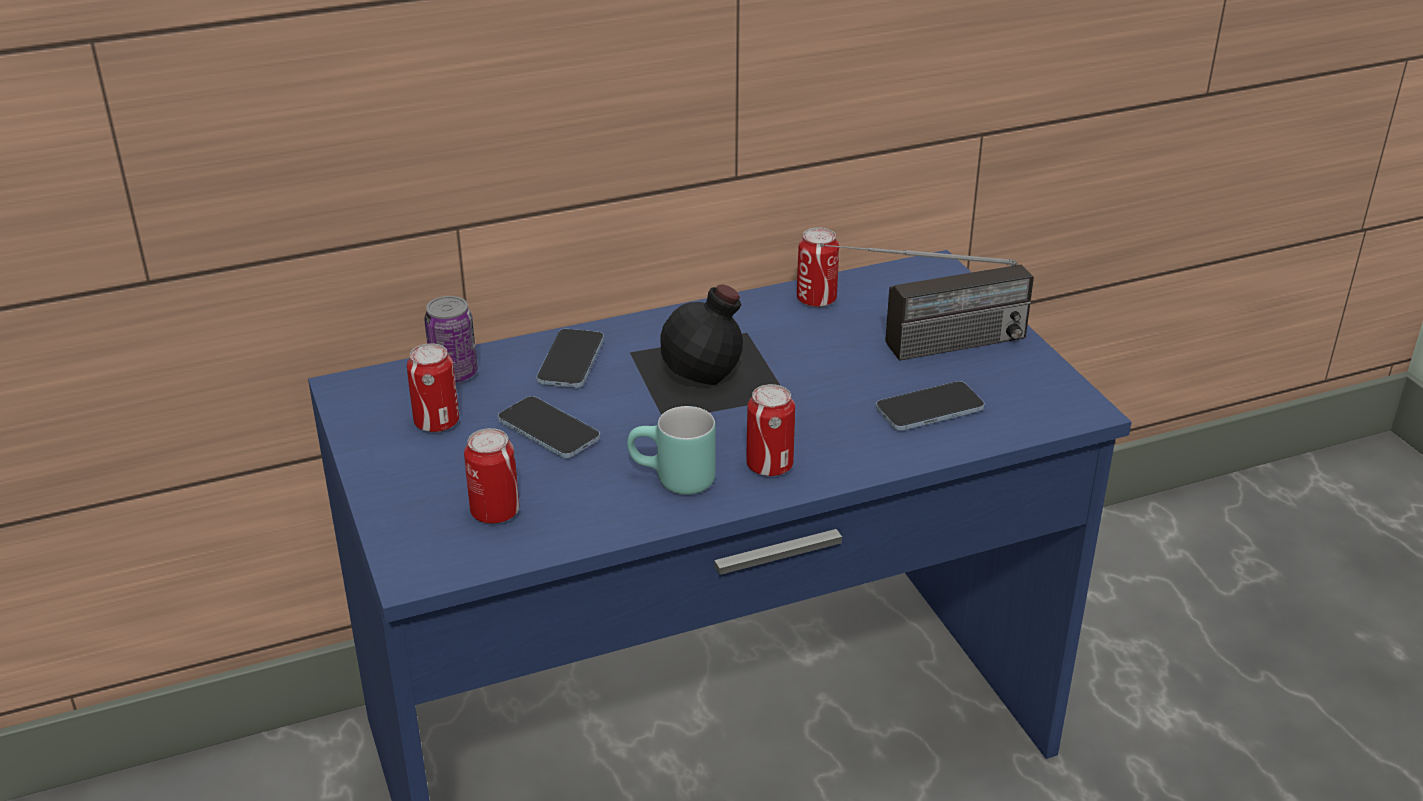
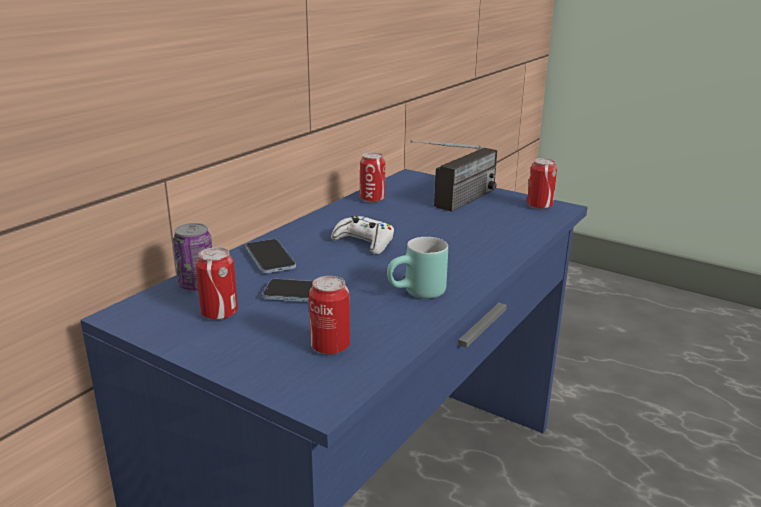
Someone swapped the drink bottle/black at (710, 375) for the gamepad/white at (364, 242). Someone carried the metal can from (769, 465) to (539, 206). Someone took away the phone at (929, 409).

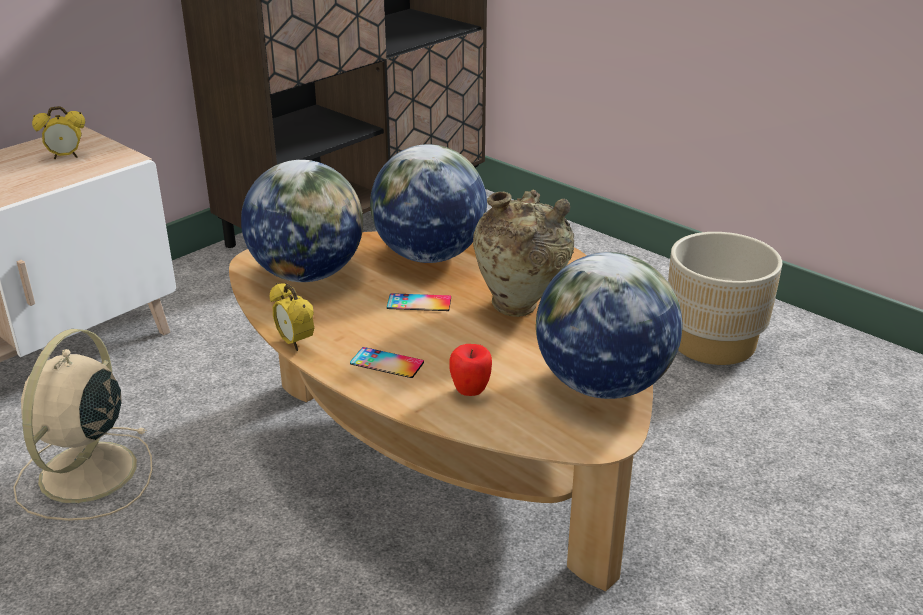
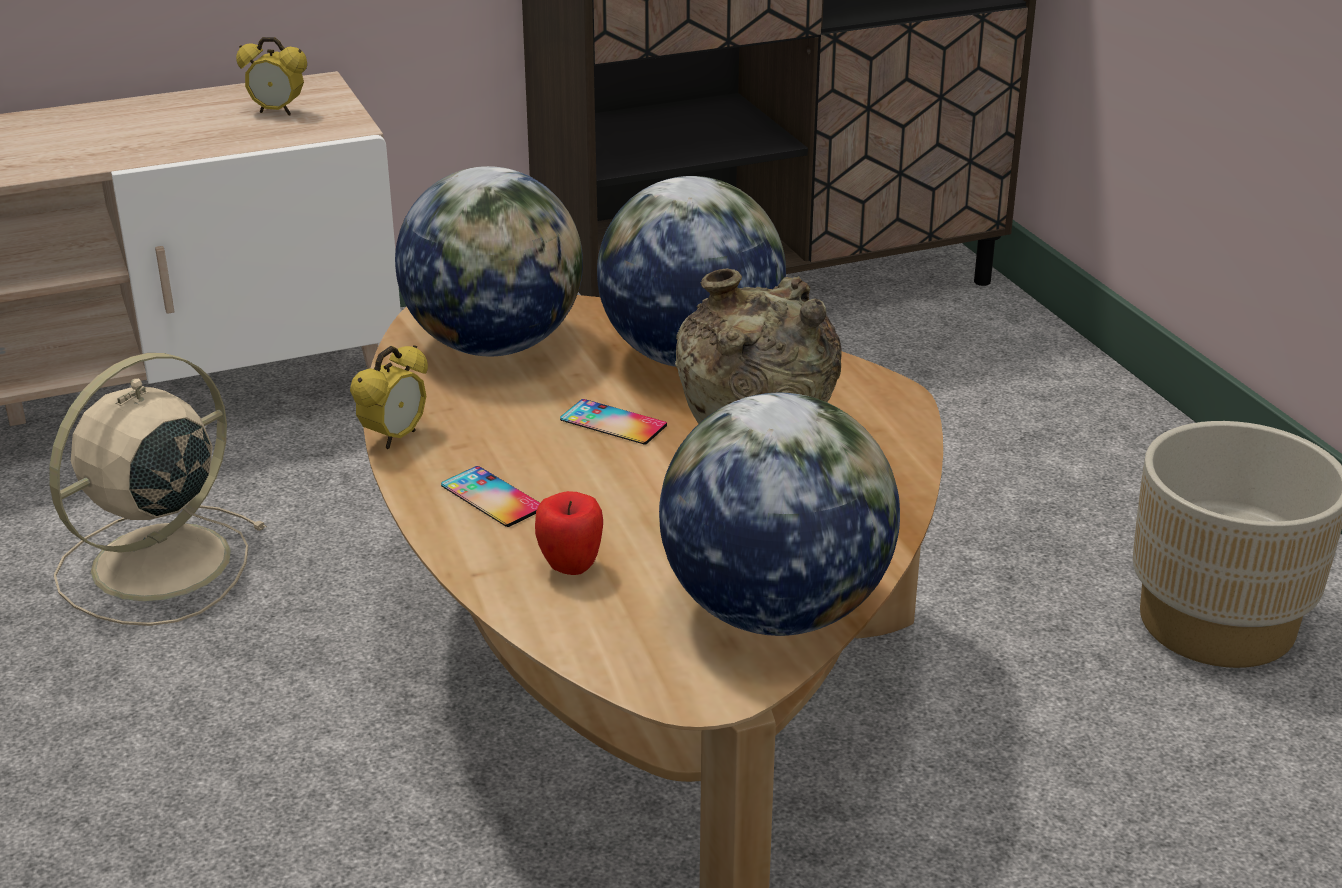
Someone rotated the alarm clock at (295, 343) by 135 degrees counterclockwise.

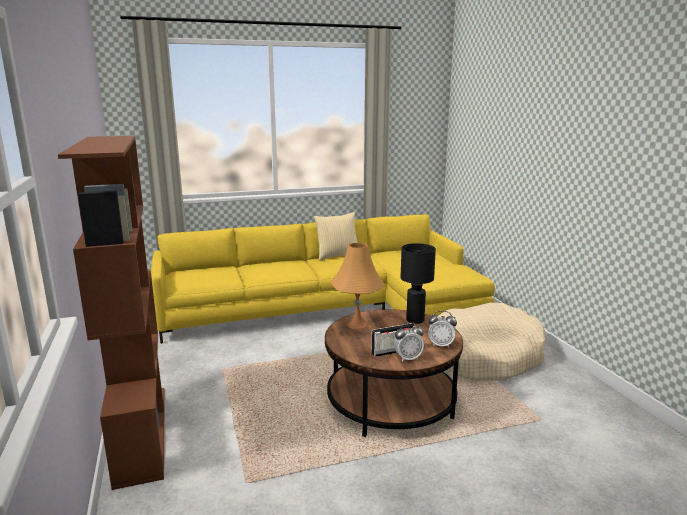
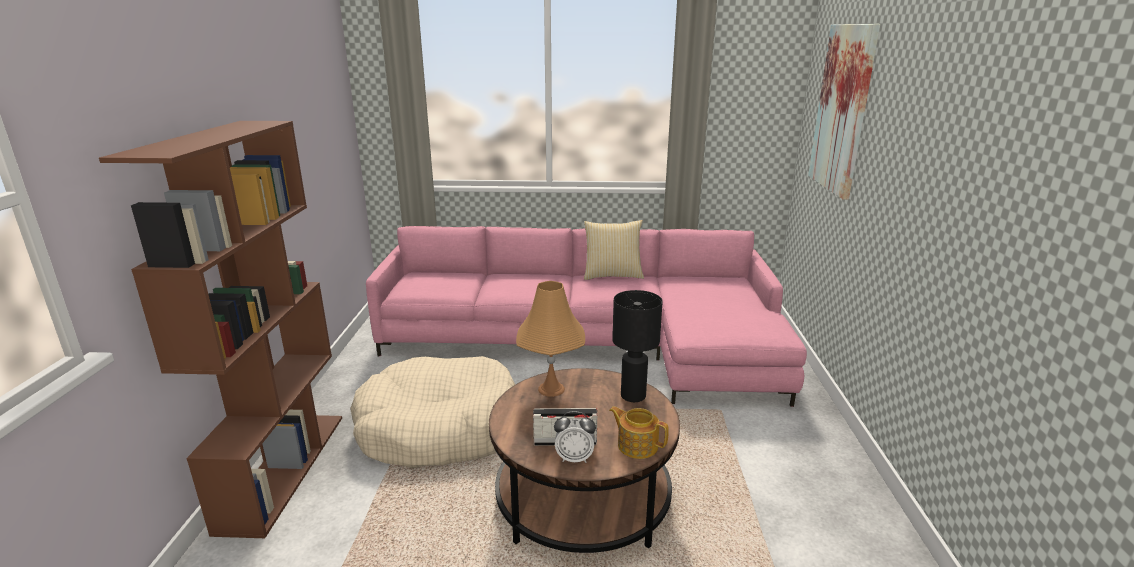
Someone carried the dog cushion/beige from (484, 356) to (440, 428). Someone repainted the sofa/yellowish at (331, 310), which became the sofa/pinkish at (594, 344). Someone swapped the alarm clock at (441, 345) for the tea pot at (637, 445). Someone put up the picture at (842, 109).

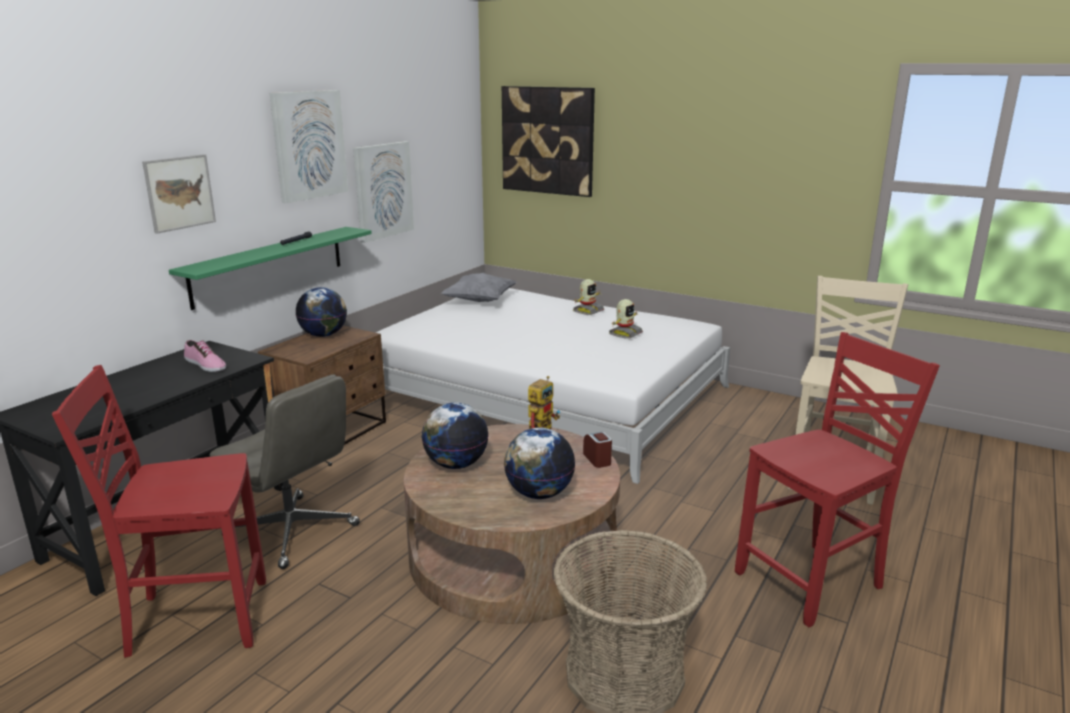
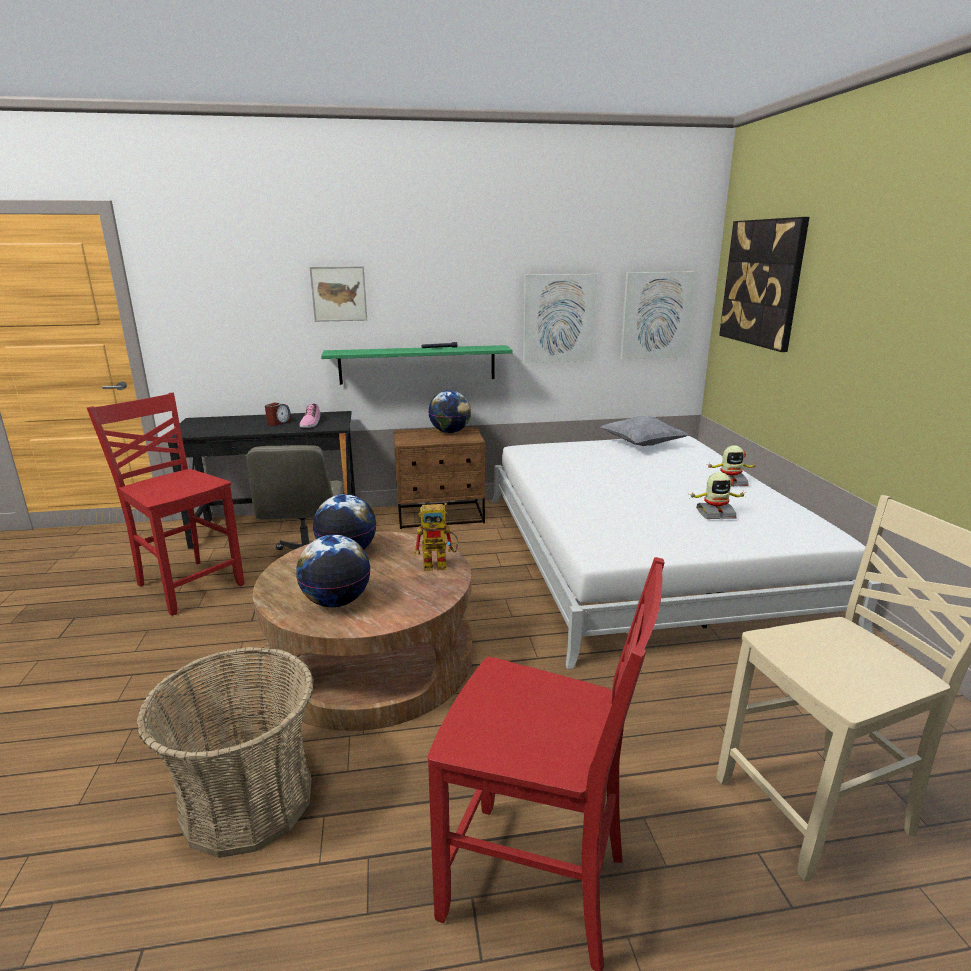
Someone carried the alarm clock from (597, 459) to (278, 422). Someone carried the picture from (309, 145) to (656, 315).

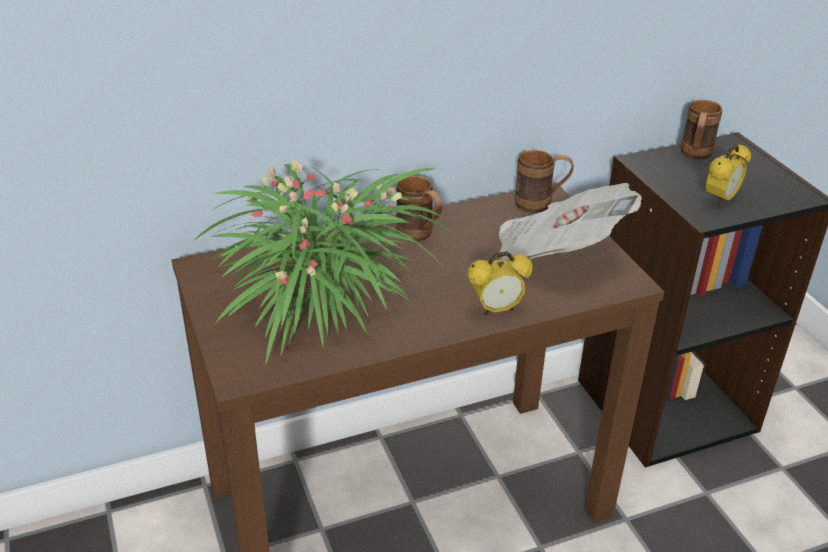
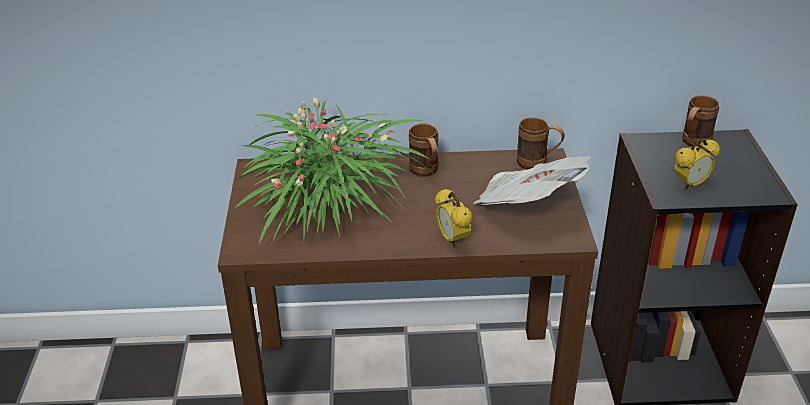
Someone rotated the alarm clock at (496, 310) by 60 degrees clockwise.

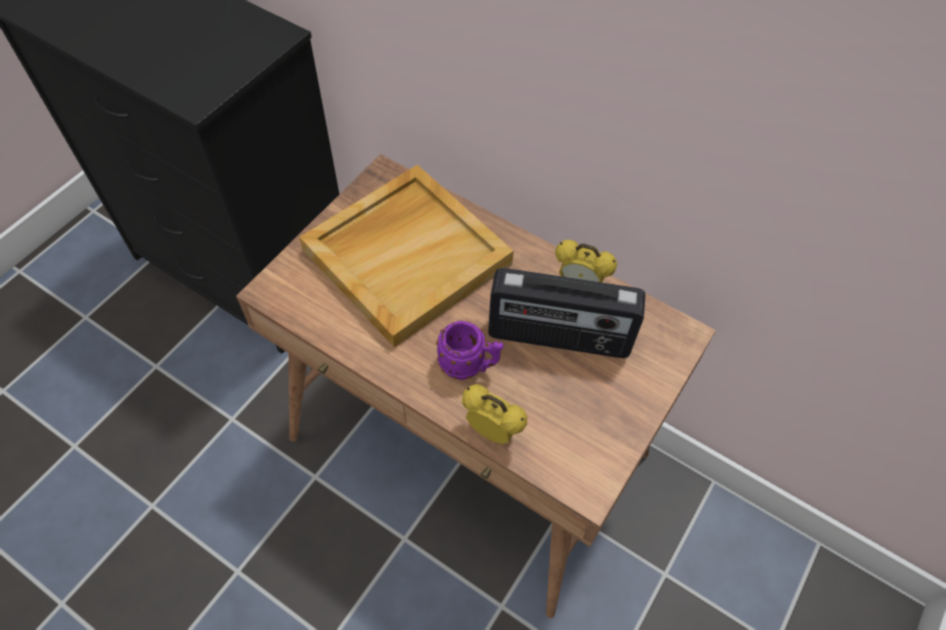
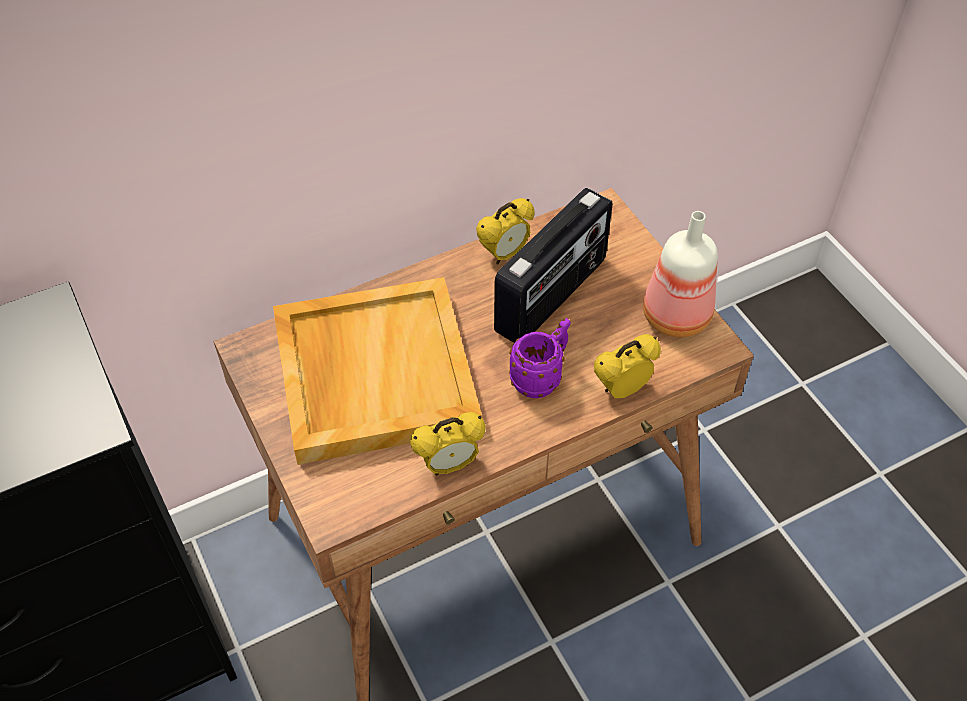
Someone put down the alarm clock at (449, 465). Someone put down the drink bottle at (673, 316).

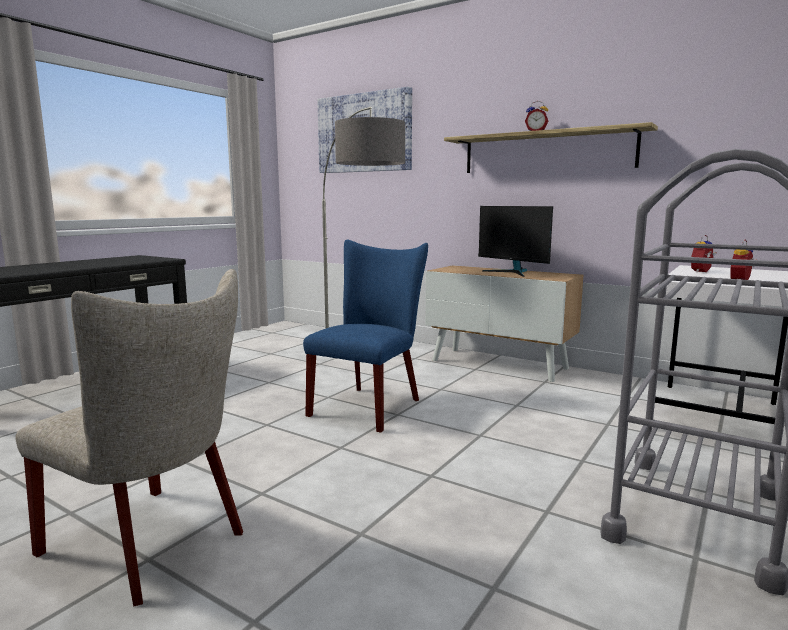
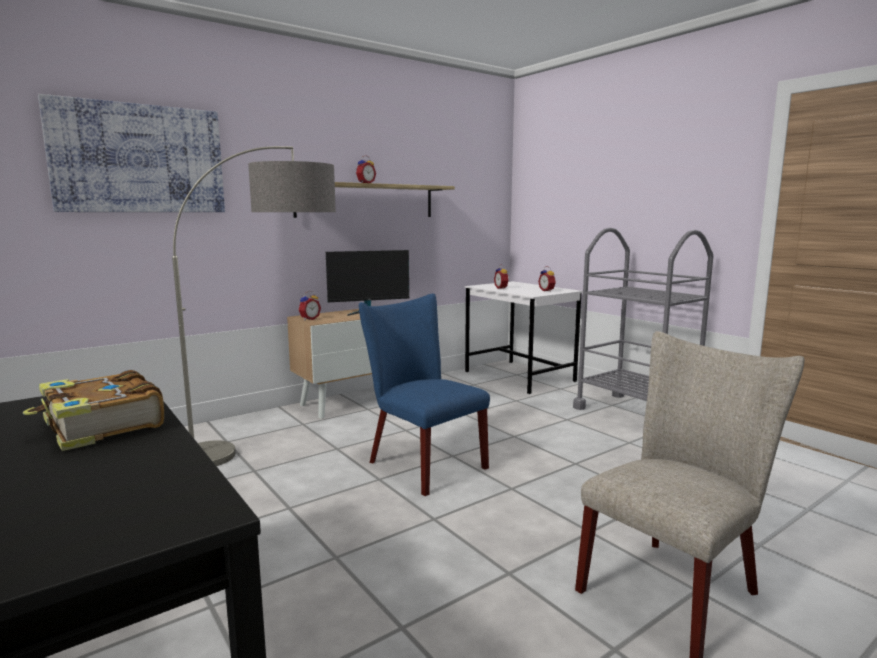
Someone put down the volume at (101, 426). Someone put down the alarm clock at (309, 319).

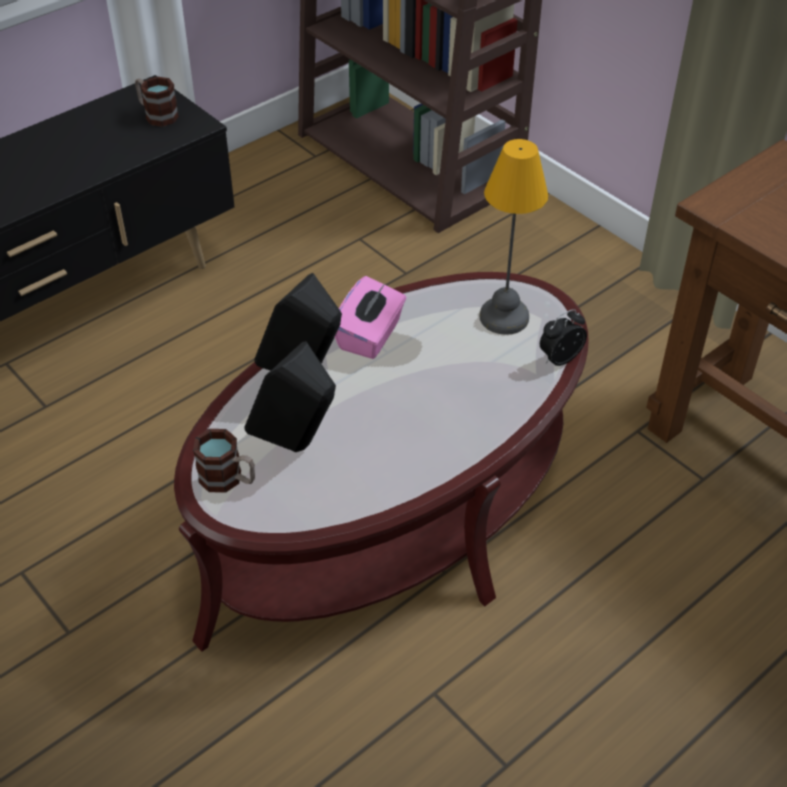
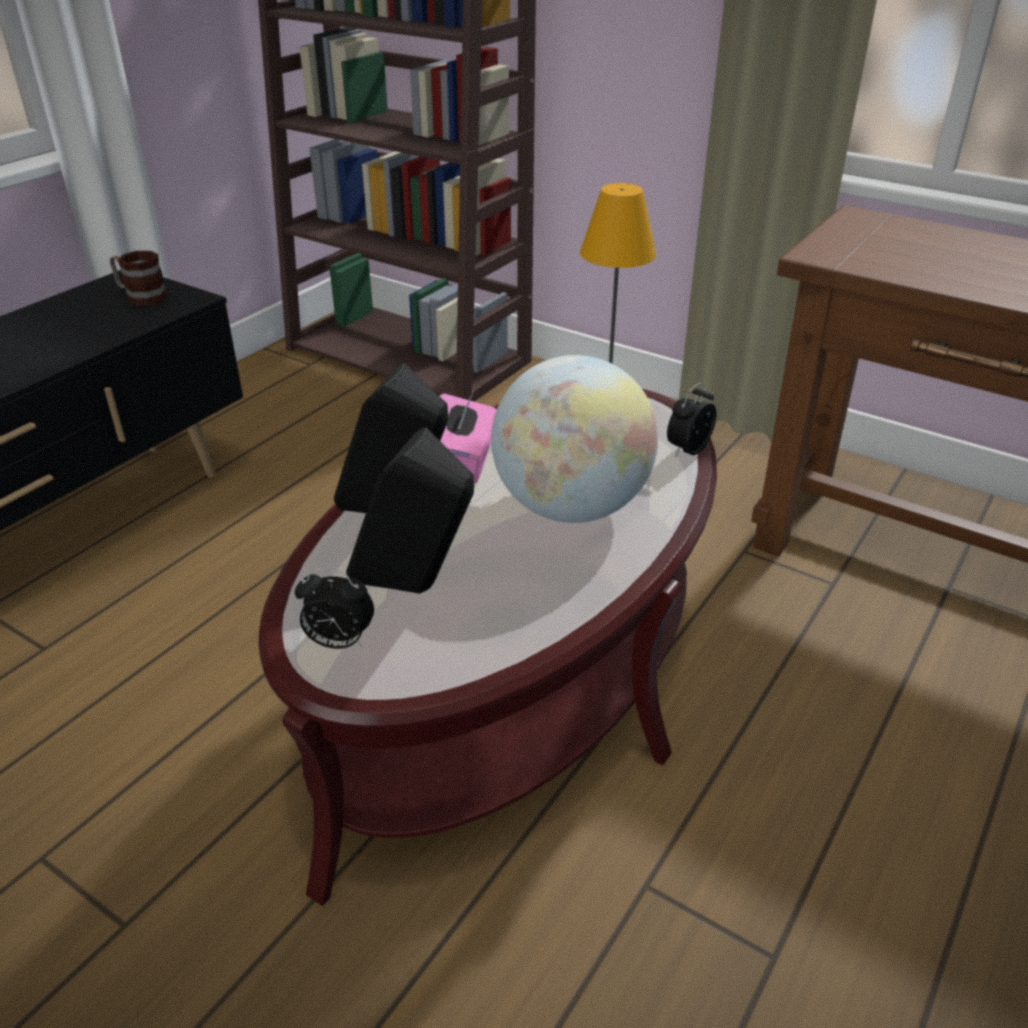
Someone swapped the coffee mug at (228, 479) for the alarm clock at (338, 642). Someone put down the globe at (571, 507).

